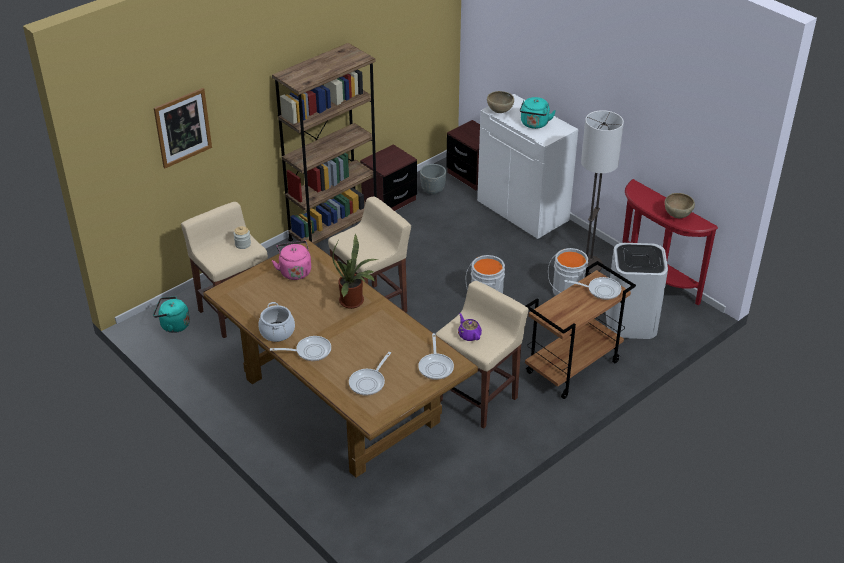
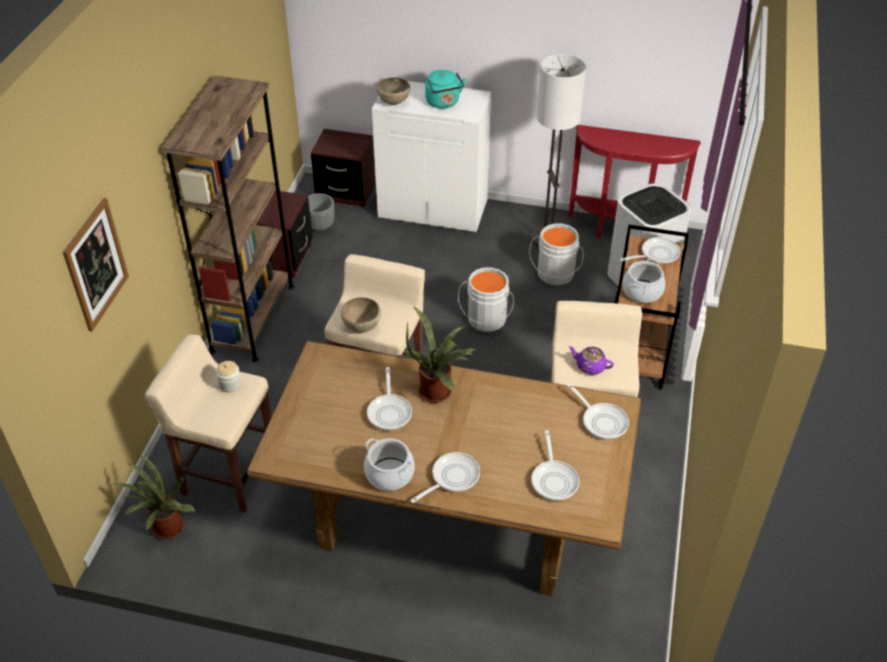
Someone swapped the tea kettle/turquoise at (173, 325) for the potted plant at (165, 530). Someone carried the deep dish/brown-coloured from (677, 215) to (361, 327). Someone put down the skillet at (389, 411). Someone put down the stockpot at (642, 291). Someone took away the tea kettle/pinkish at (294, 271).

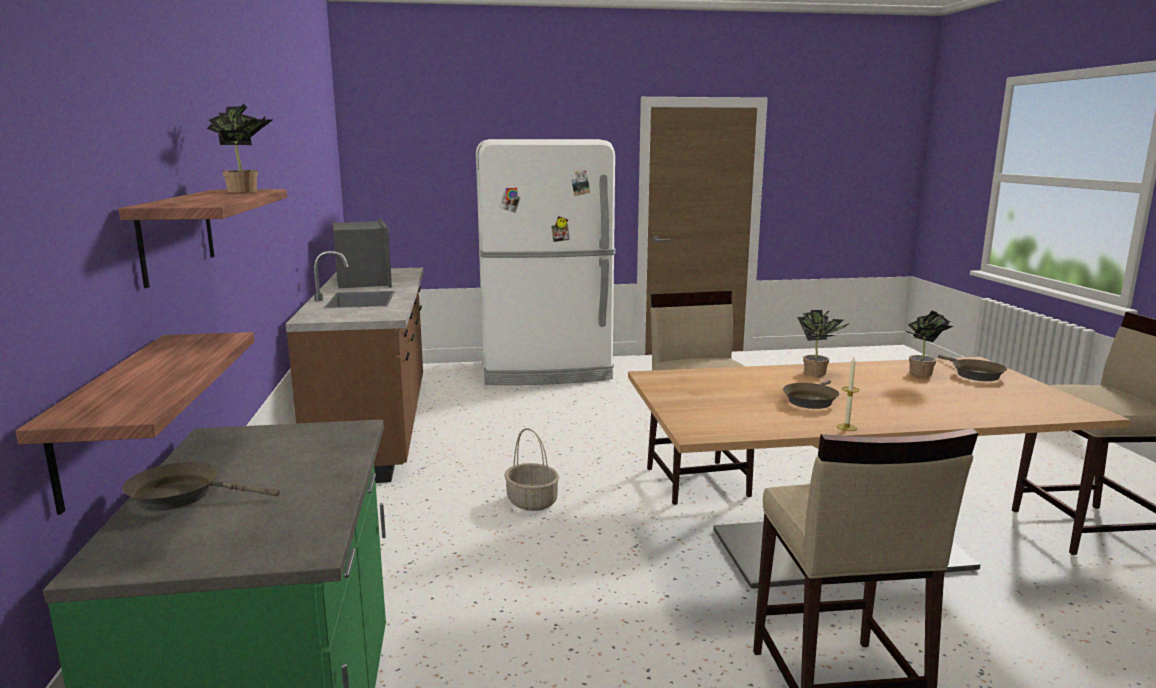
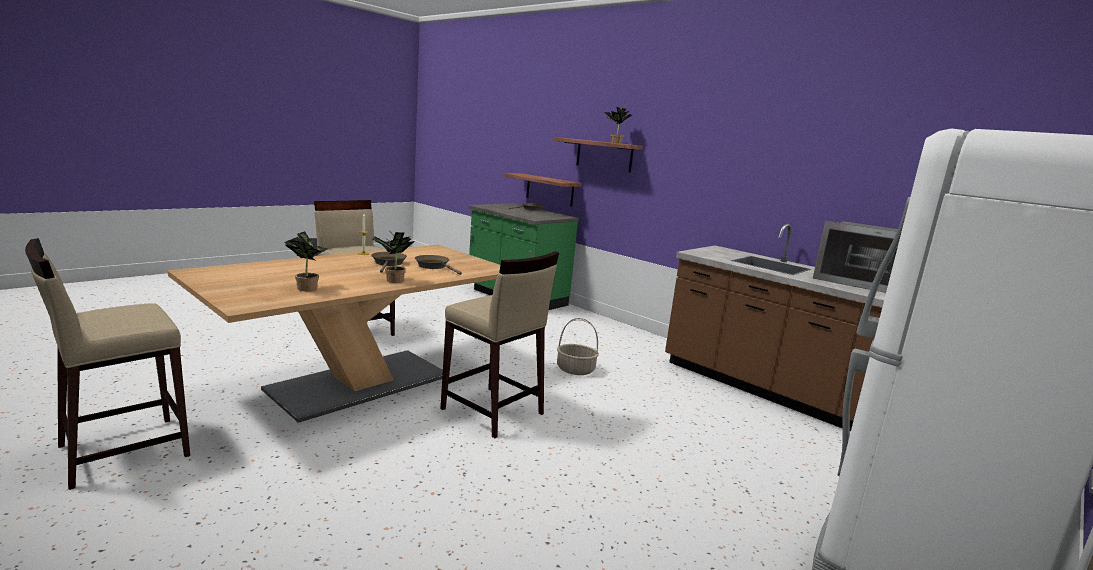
Someone carried the skillet/brown-coloured from (974, 374) to (434, 266).

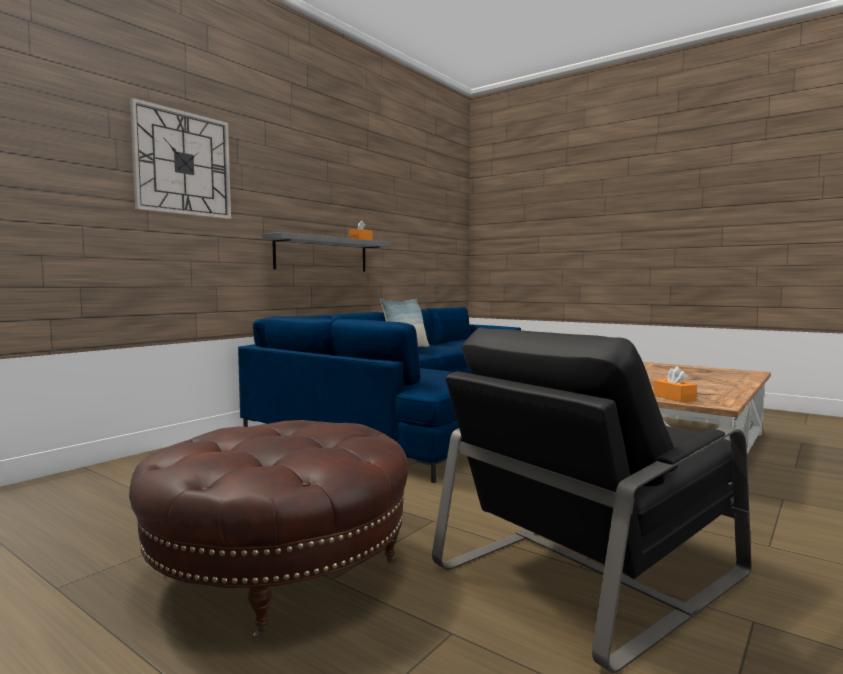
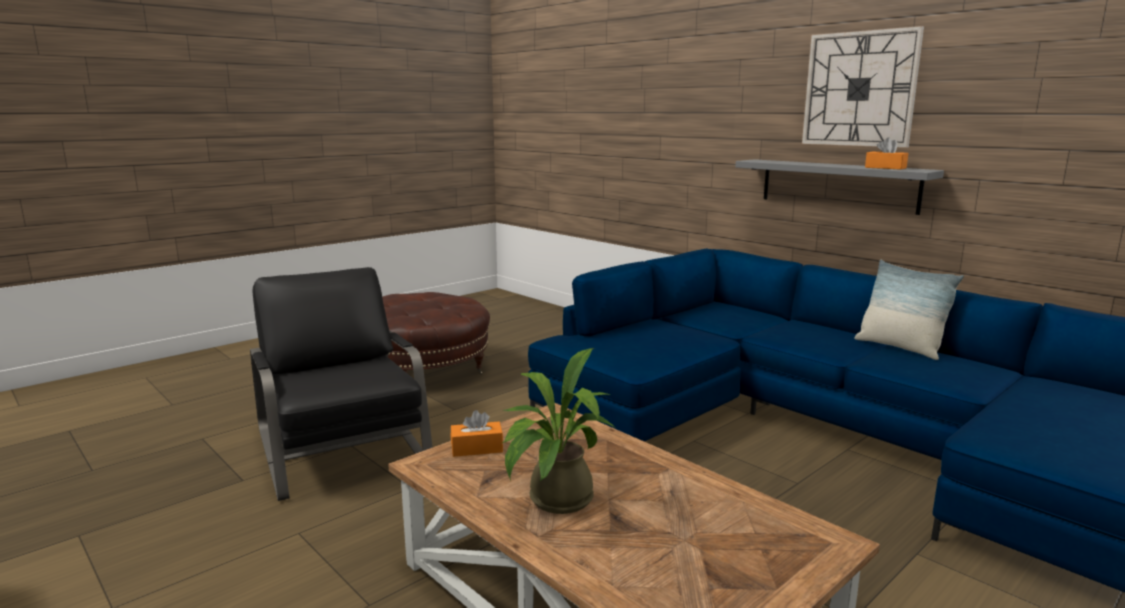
Someone put down the potted plant at (554, 502). Someone carried the wall clock from (183, 163) to (859, 89).

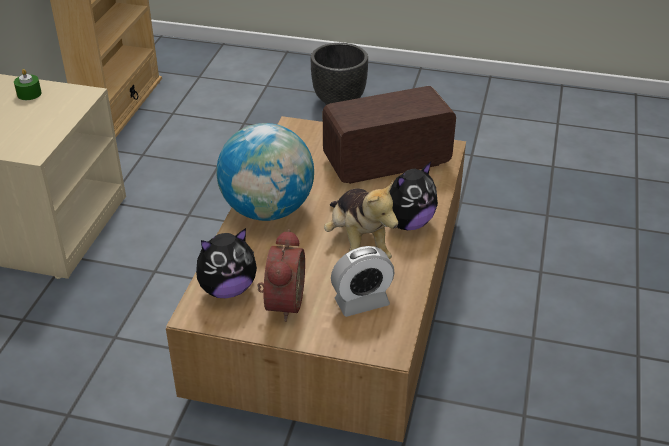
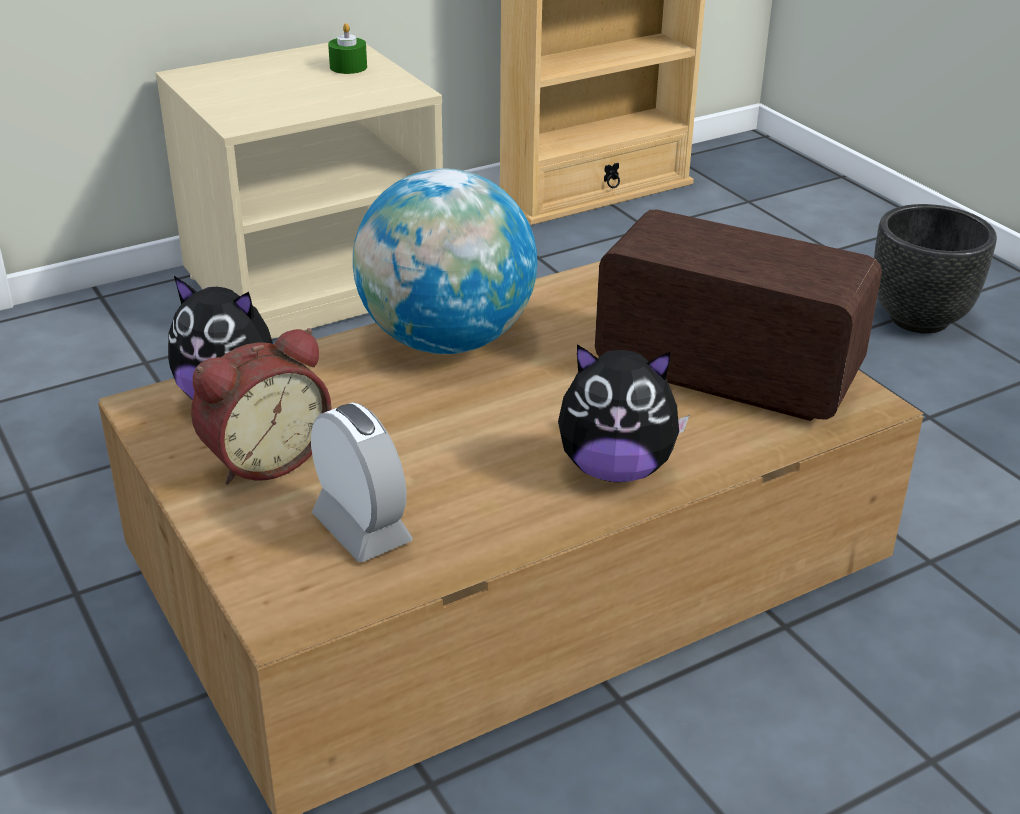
Someone rotated the alarm clock at (362, 302) by 150 degrees counterclockwise. Someone took away the cuddly toy at (358, 244).

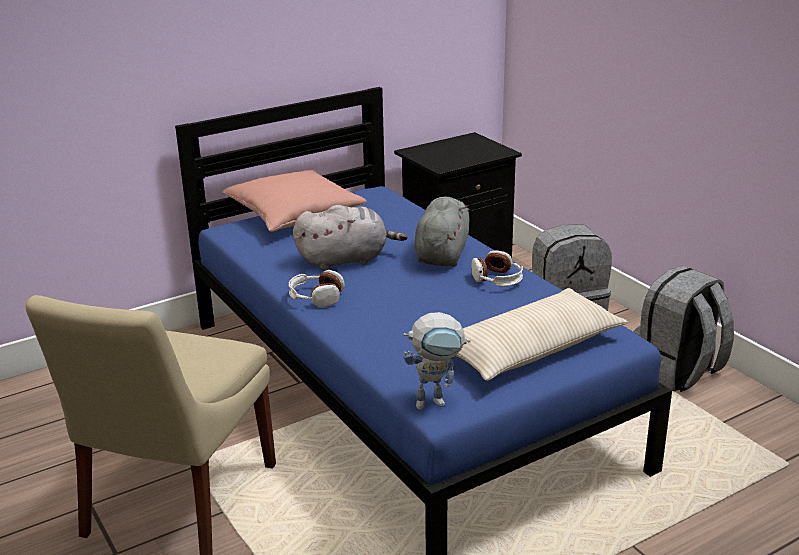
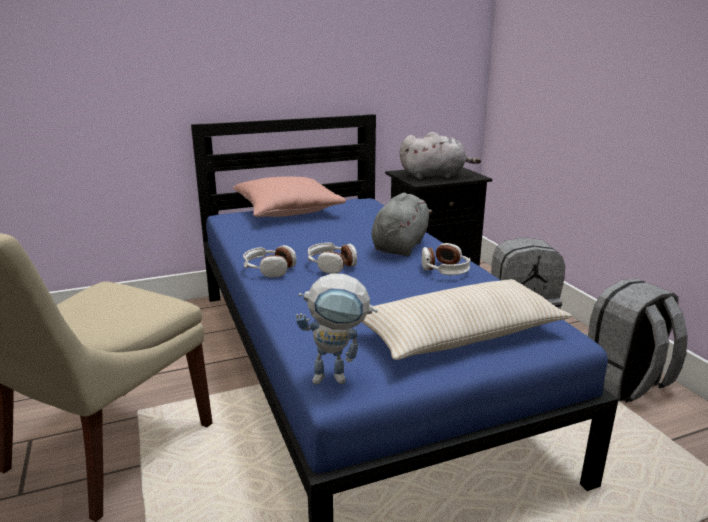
Someone put down the headphones at (331, 265). Someone carried the cuddly toy/grey from (346, 260) to (435, 176).

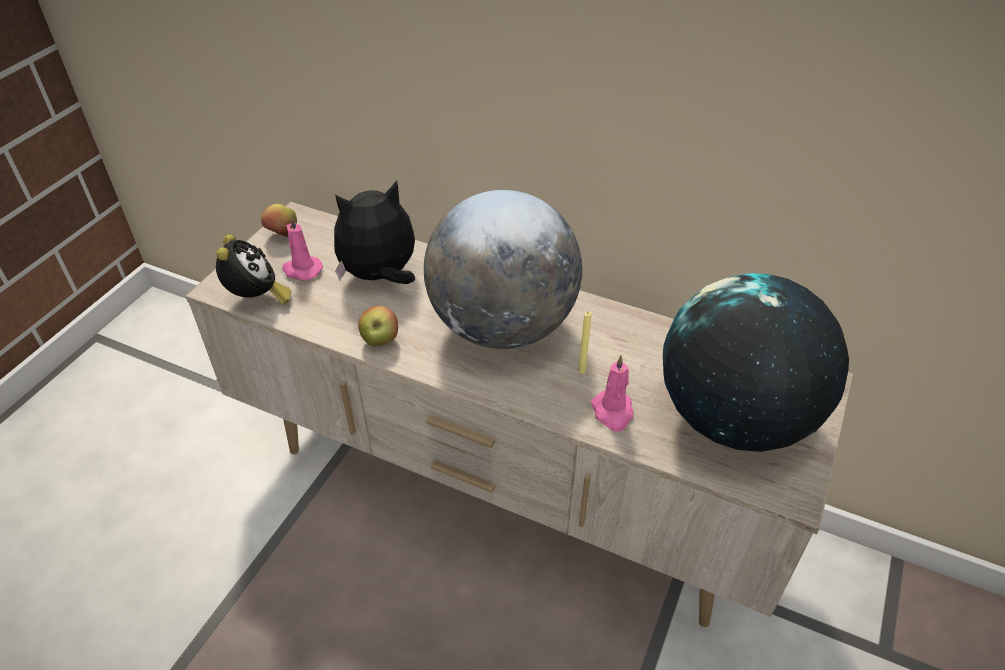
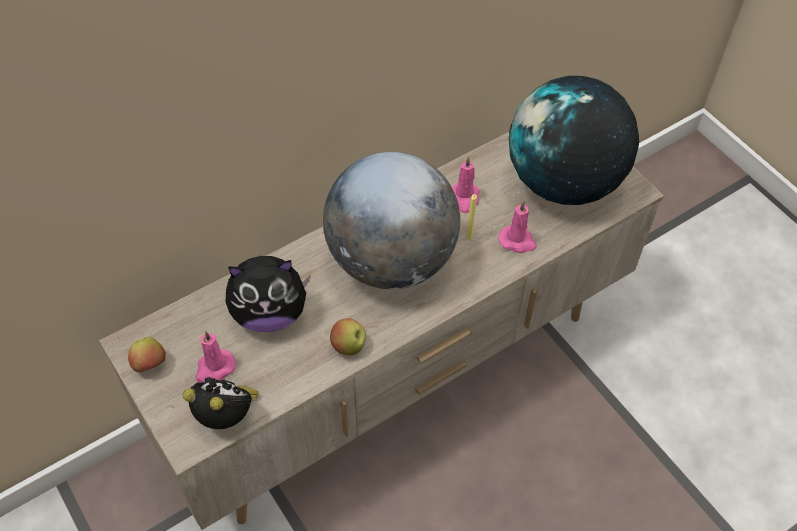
Someone rotated the cuddly toy at (380, 276) by 105 degrees counterclockwise. Someone put down the wax candle/pinkish at (464, 198).

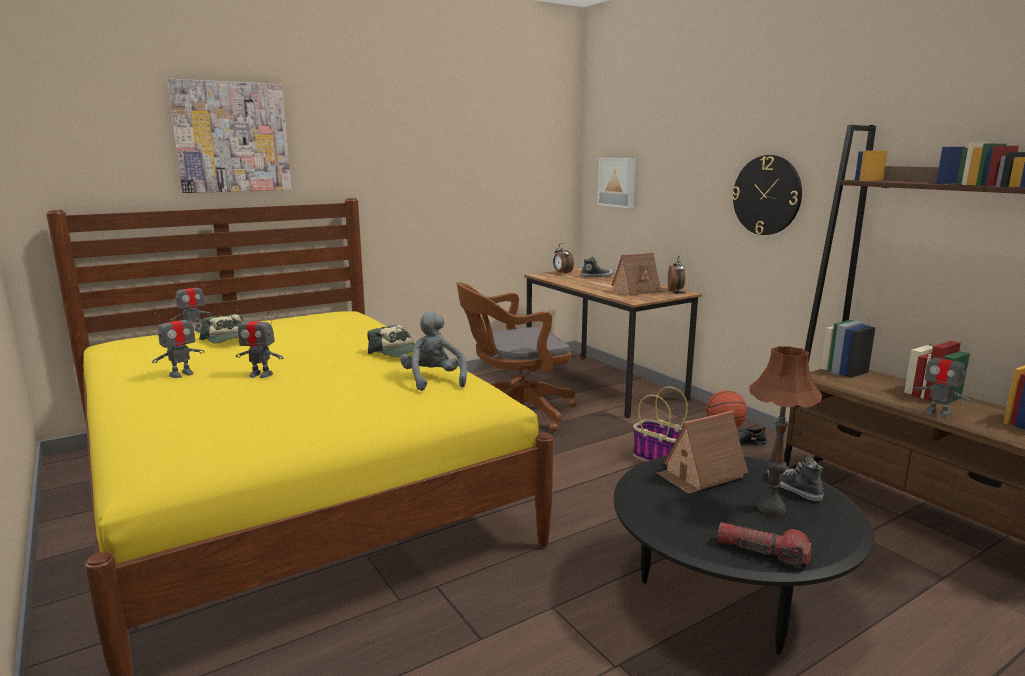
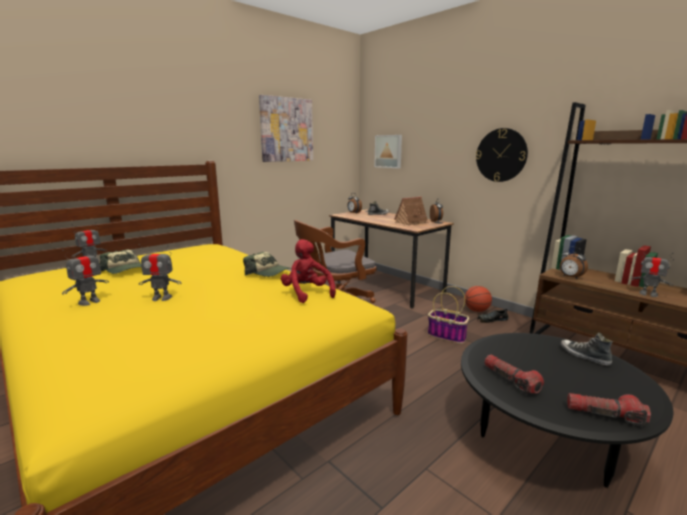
Someone carried the picture from (232, 137) to (286, 130). Someone repainted the cuddly toy/grey at (433, 380), which became the cuddly toy/red-coloured at (307, 293). Someone put down the torch at (511, 380). Someone put down the alarm clock at (570, 277). Someone took away the model house at (700, 475). Someone took away the lamp for a table/brown-coloured at (771, 508).

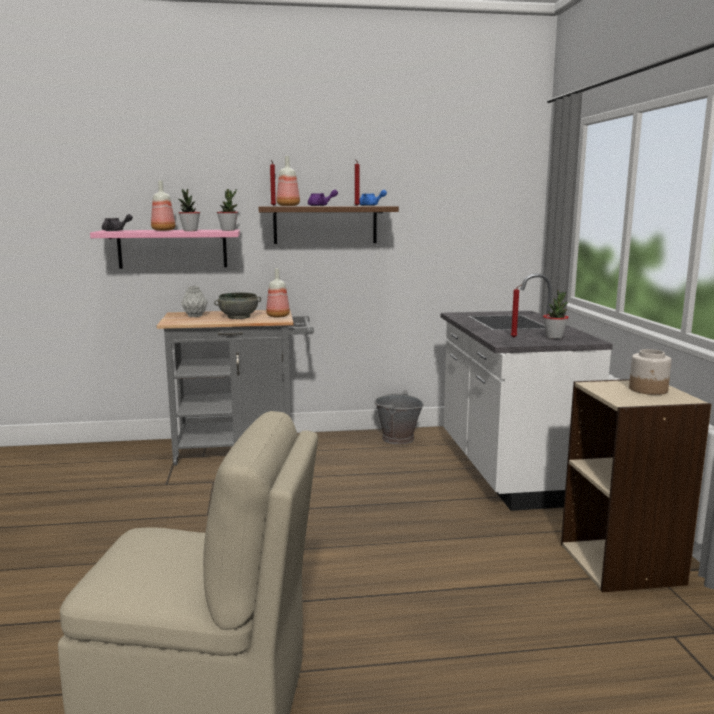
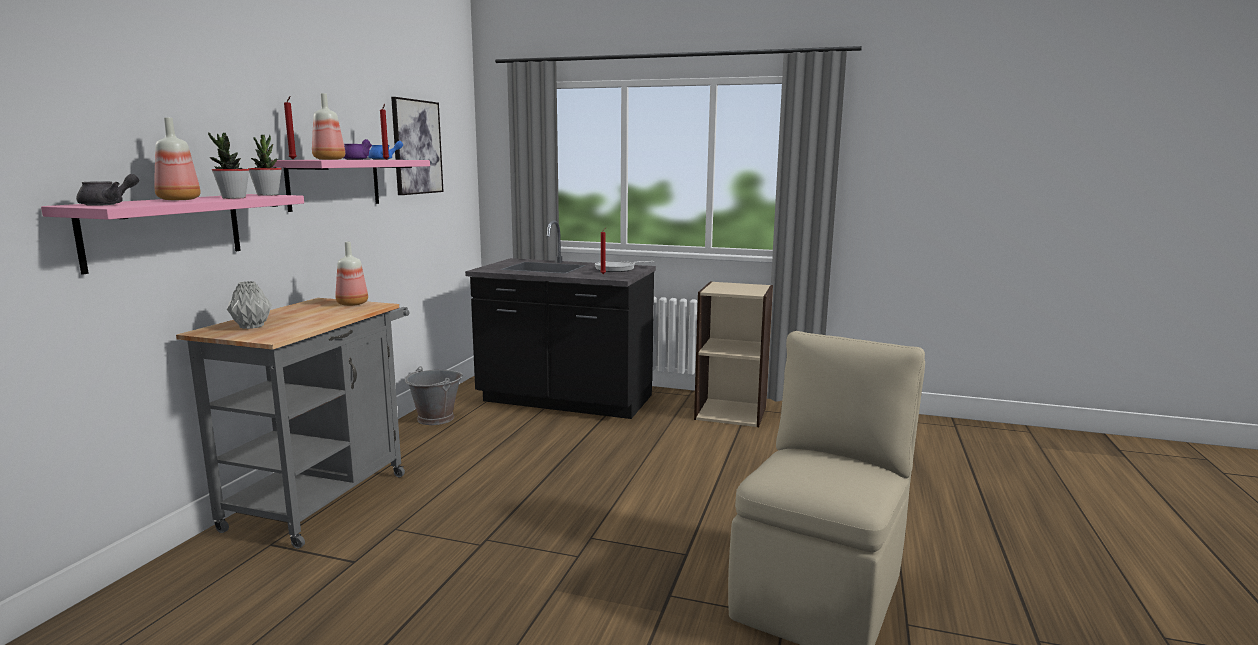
Someone repainted the wall shelf/brown-coloured at (325, 224), which became the wall shelf/pinkish at (334, 183). Someone put up the picture at (417, 147). Someone repainted the kitchen base unit/white at (508, 470), which became the kitchen base unit/black at (565, 401). Someone swapped the potted plant at (554, 337) for the skillet at (617, 269). Someone took away the deep dish/grey at (238, 317). Someone took away the storage jar at (648, 390).

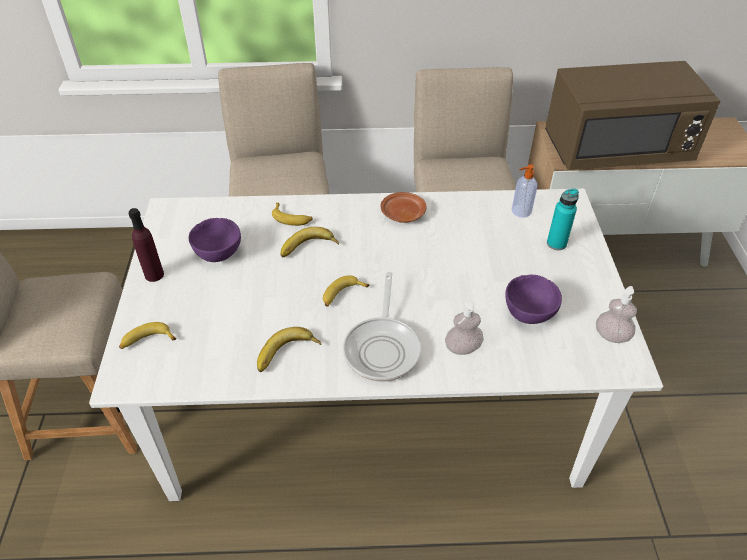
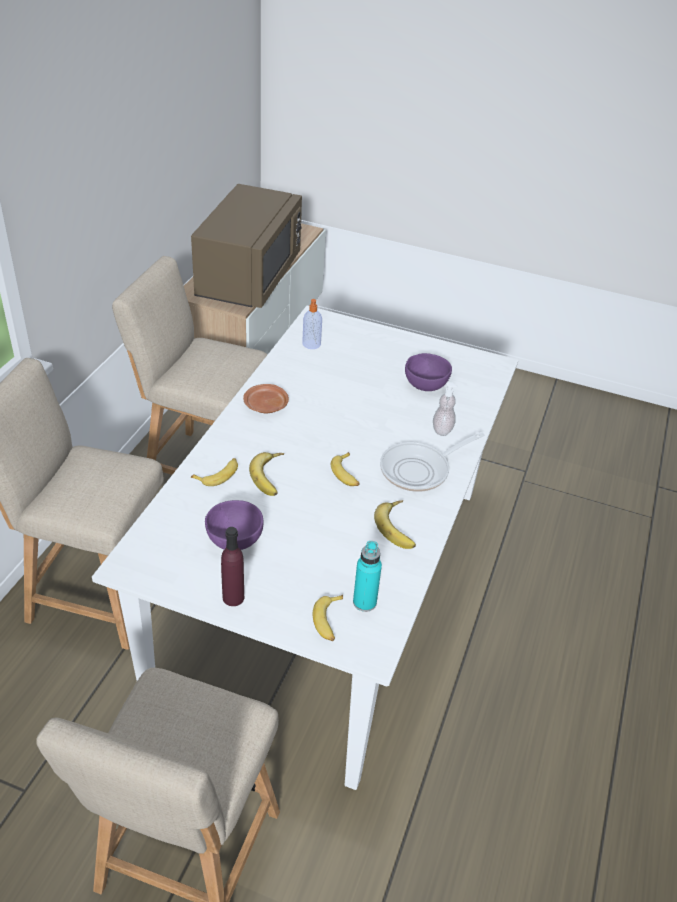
Someone carried the drink bottle/turquoise from (556, 243) to (364, 602). Someone rotated the skillet at (383, 347) by 120 degrees clockwise. Someone took away the liquid soap bottle at (611, 336).

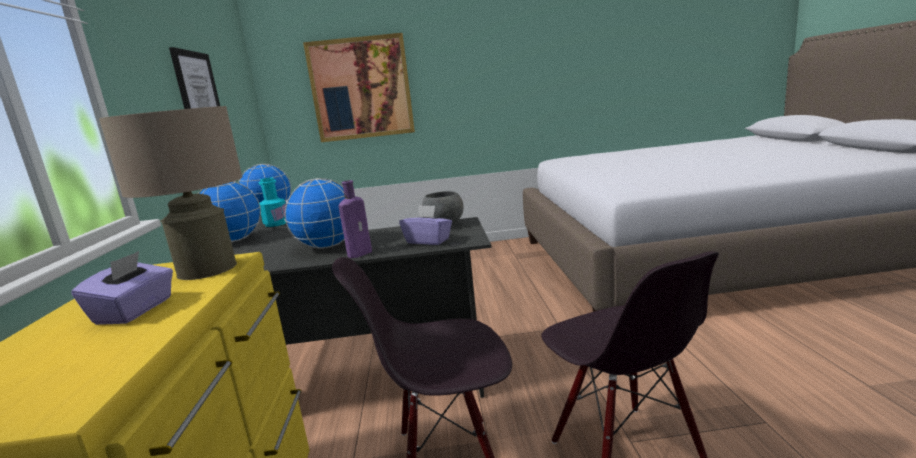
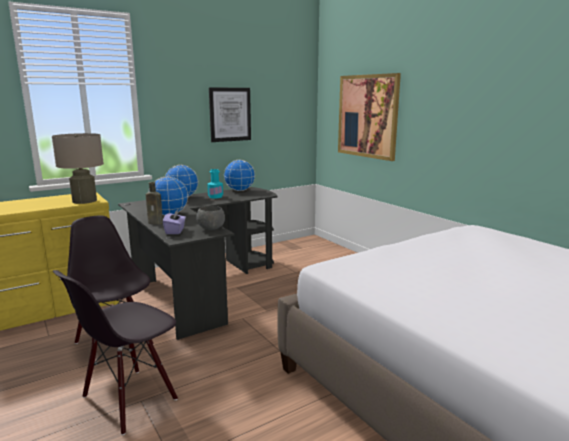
Someone repainted the drink bottle/purple at (361, 253), which became the drink bottle/brown-coloured at (156, 223). Someone took away the tissue box/purple at (135, 311).

